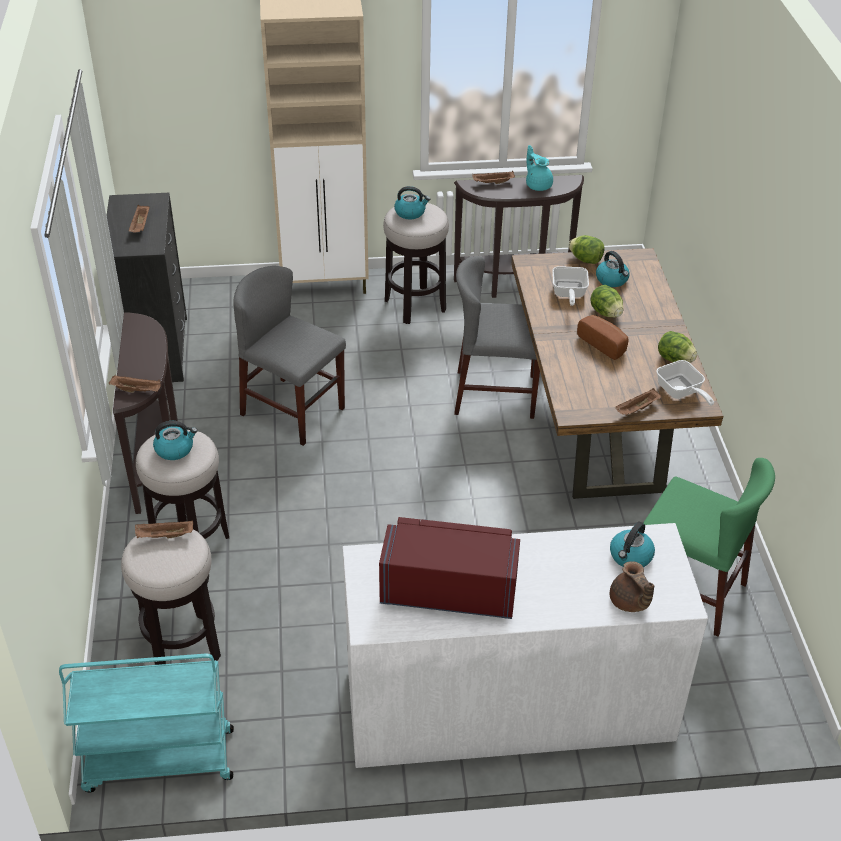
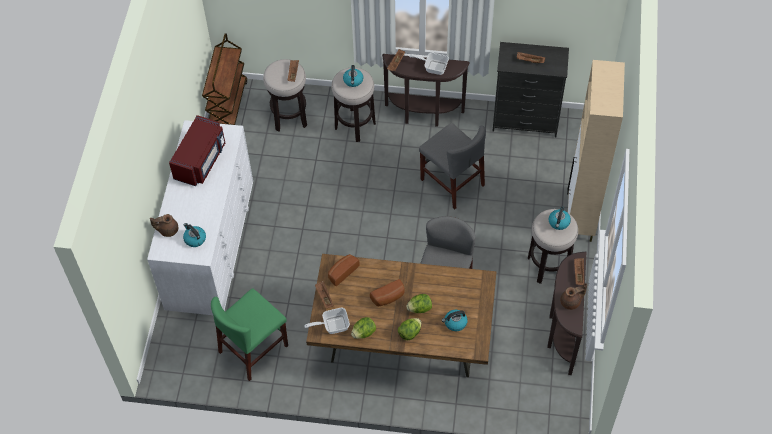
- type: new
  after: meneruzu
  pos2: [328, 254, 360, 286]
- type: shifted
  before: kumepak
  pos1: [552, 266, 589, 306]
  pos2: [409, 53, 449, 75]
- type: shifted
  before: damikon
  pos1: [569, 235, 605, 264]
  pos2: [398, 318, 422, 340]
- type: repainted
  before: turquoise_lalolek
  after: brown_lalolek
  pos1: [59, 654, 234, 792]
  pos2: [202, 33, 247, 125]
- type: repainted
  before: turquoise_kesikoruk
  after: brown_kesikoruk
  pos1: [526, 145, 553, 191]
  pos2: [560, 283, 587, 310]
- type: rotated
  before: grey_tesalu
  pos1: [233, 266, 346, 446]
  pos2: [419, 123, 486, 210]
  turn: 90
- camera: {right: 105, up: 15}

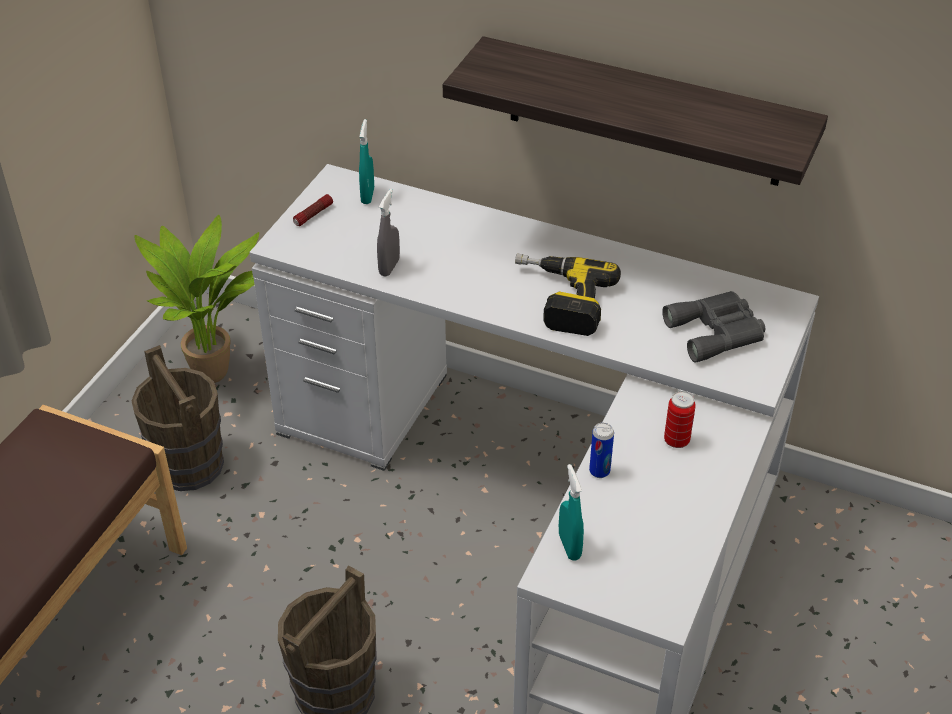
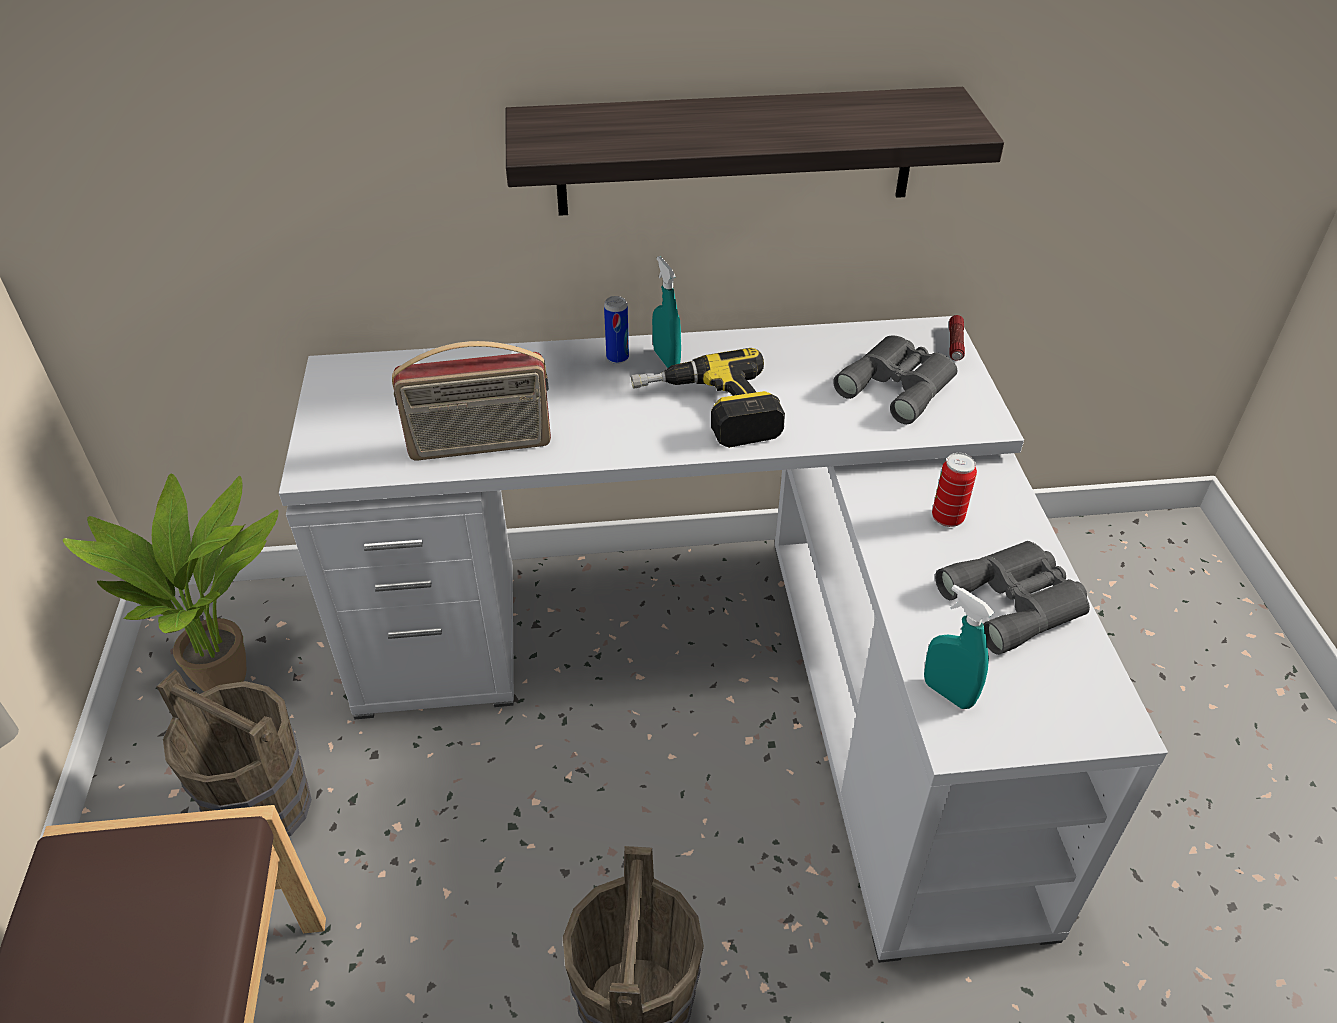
- type: new
  after: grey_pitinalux
  pos2: [935, 541, 1090, 655]
- type: shifted
  before: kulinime
  pos1: [293, 194, 333, 226]
  pos2: [949, 315, 965, 361]
- type: shifted
  before: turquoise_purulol
  pos1: [359, 119, 374, 204]
  pos2: [652, 256, 681, 368]
- type: shifted
  before: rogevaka
  pos1: [589, 423, 614, 478]
  pos2: [604, 296, 629, 364]
- type: swapped
  before: grey_purulol
  after: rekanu
  pos1: [377, 189, 400, 277]
  pos2: [392, 341, 551, 461]
- camera: {right: -30, up: 0}

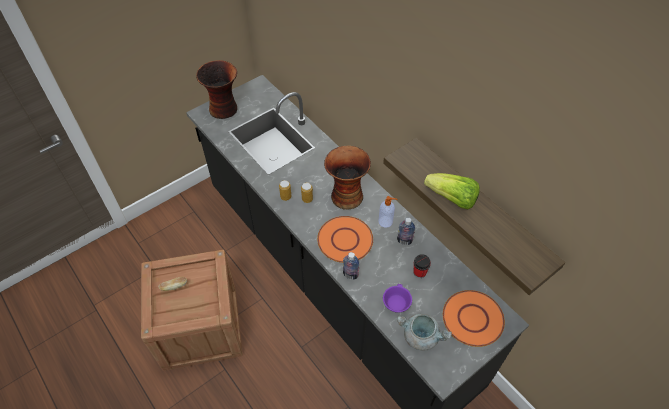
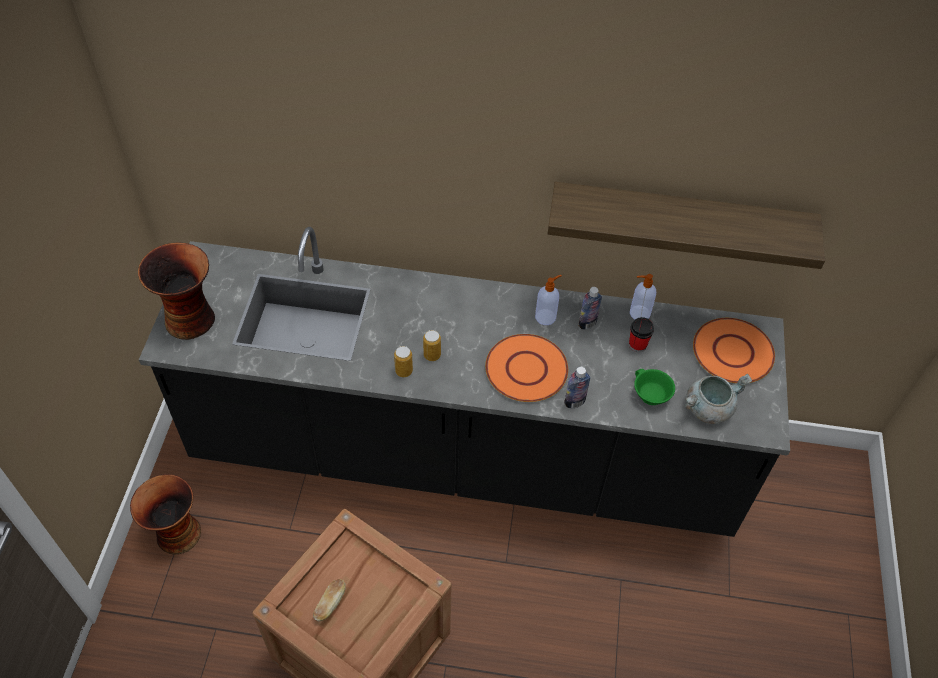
- type: gone
  before: damikon
  pos1: [424, 173, 480, 209]
- type: new
  after: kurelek
  pos2: [630, 274, 656, 320]
- type: shifted
  before: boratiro
  pos1: [324, 146, 371, 210]
  pos2: [130, 474, 201, 555]
- type: repainted
  before: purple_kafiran
  after: green_kafiran
  pos1: [383, 284, 412, 313]
  pos2: [634, 369, 675, 405]
- camera: {right: -45, up: 0}

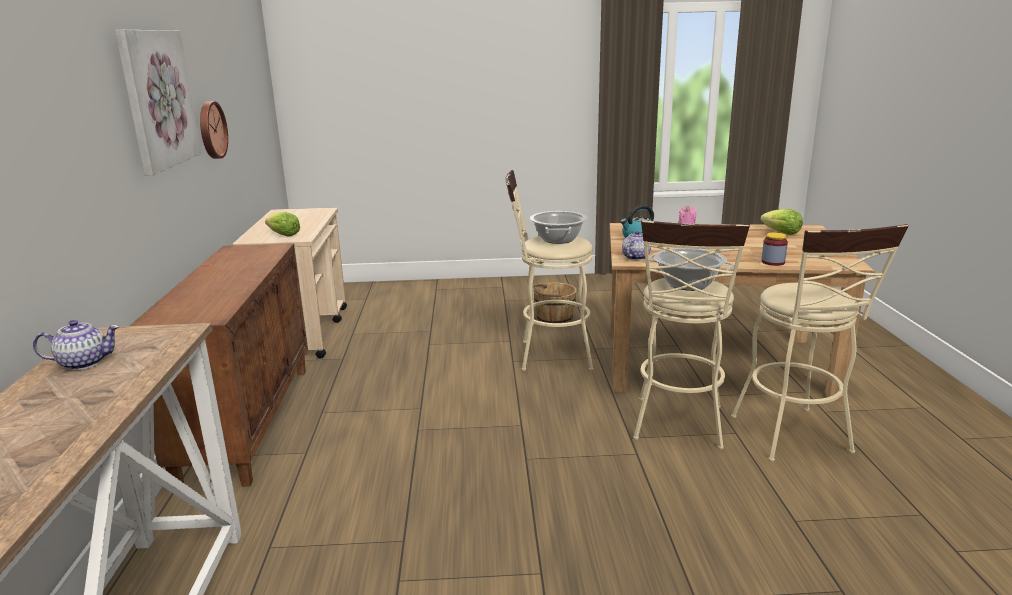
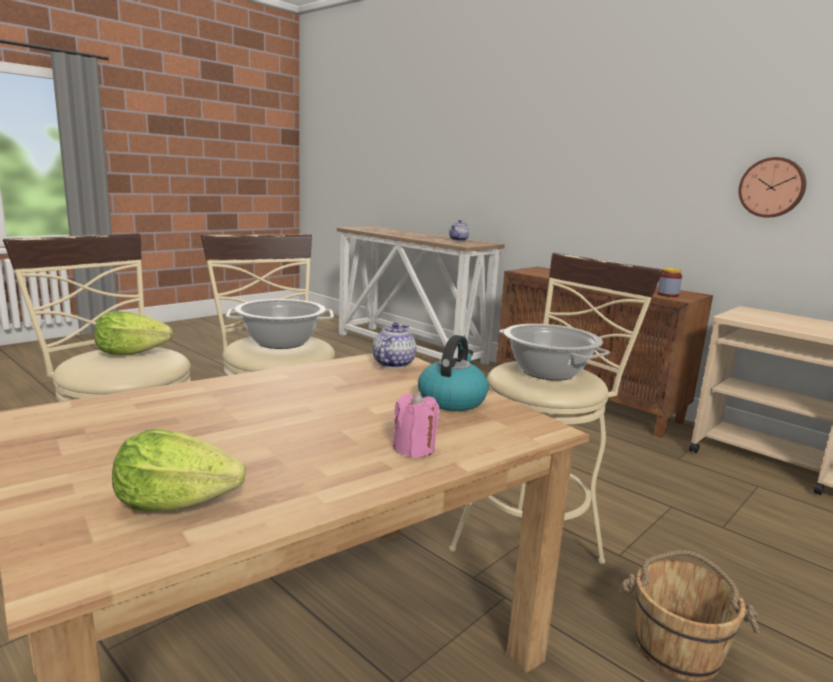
- type: gone
  before: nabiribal
  pos1: [115, 30, 201, 176]
- type: shifted
  before: damikon
  pos1: [265, 212, 300, 237]
  pos2: [94, 311, 173, 355]
- type: shifted
  before: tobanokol
  pos1: [761, 232, 788, 266]
  pos2: [657, 268, 682, 297]
- type: rotated
  before: kesikoruk
  pos1: [622, 231, 651, 260]
  pos2: [372, 322, 416, 368]
  turn: -150
- camera: {right: 135, up: -5}

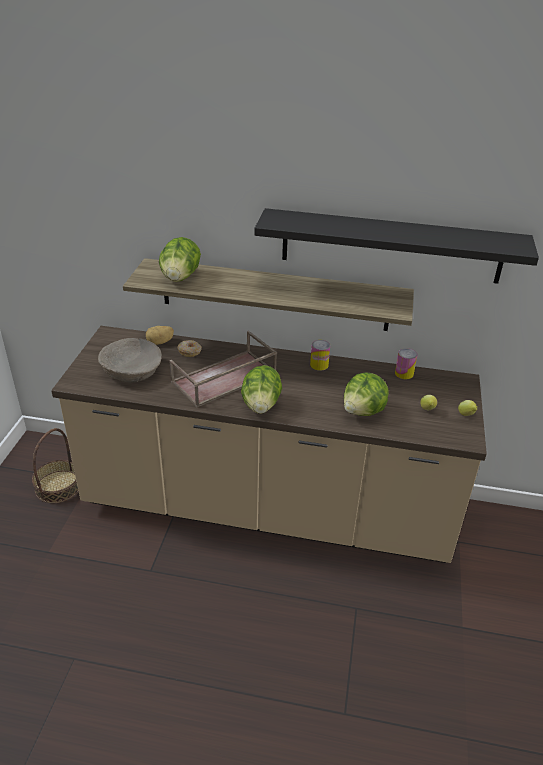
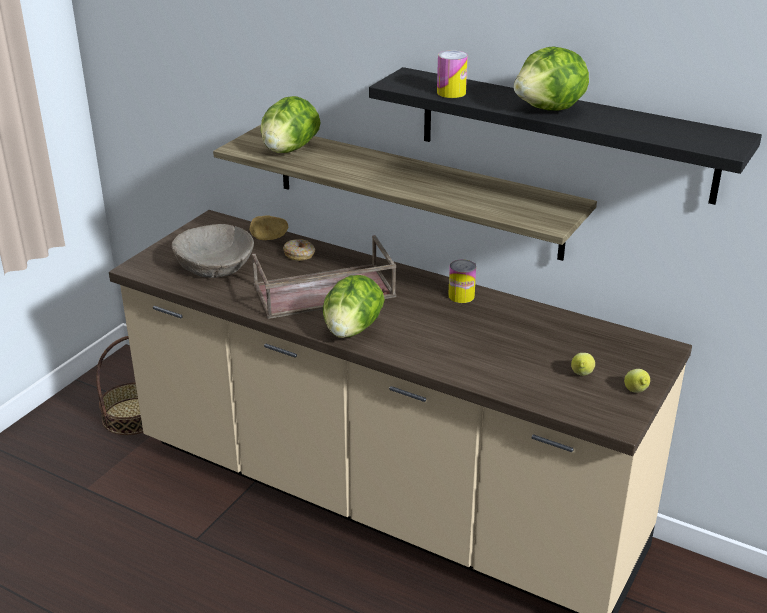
- type: shifted
  before: damikon
  pos1: [344, 373, 389, 416]
  pos2: [514, 46, 589, 111]
- type: shifted
  before: rogevaka
  pos1: [395, 348, 417, 379]
  pos2: [437, 50, 468, 98]
- camera: {right: 20, up: -5}

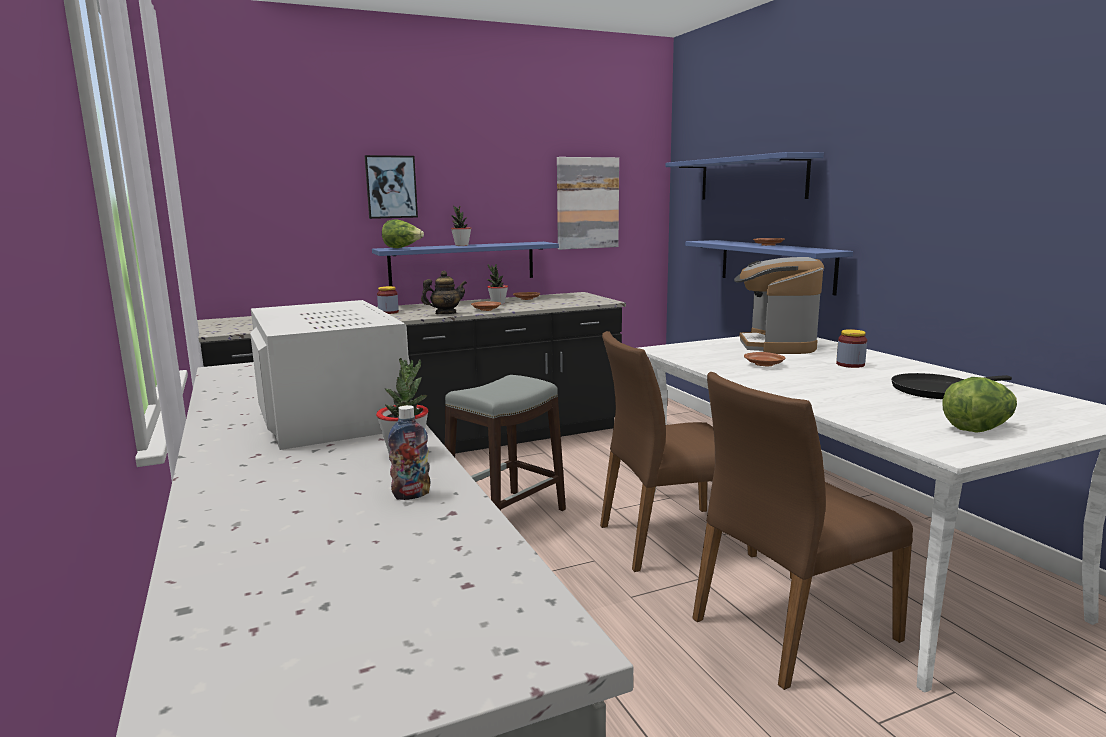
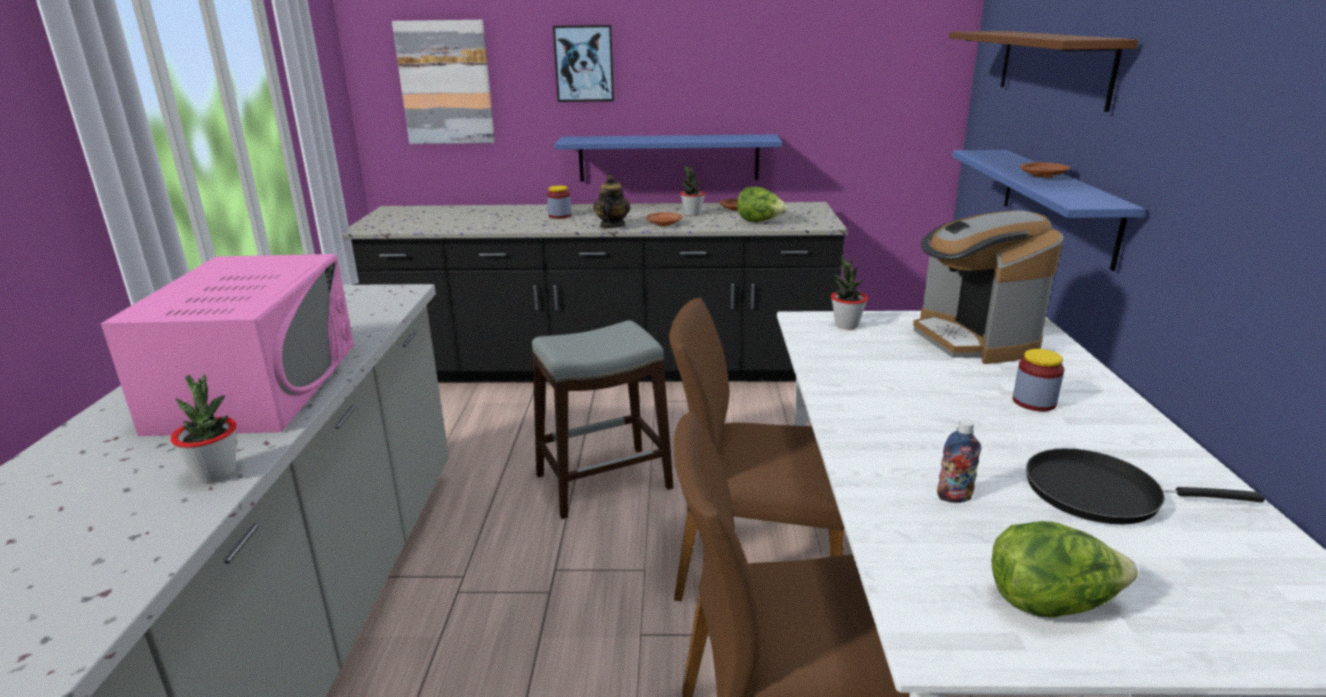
- type: gone
  before: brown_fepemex
  pos1: [744, 352, 785, 366]
- type: shifted
  before: damikon
  pos1: [382, 219, 424, 248]
  pos2: [737, 187, 788, 222]
- type: shifted
  before: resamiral
  pos1: [388, 405, 430, 500]
  pos2: [937, 419, 981, 503]
- type: shifted
  before: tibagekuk
  pos1: [451, 205, 471, 246]
  pos2: [831, 255, 868, 329]
- type: shifted
  before: nabiribal
  pos1: [557, 157, 619, 250]
  pos2: [392, 20, 495, 144]
- type: repainted
  before: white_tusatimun
  after: pink_tusatimun
  pos1: [250, 300, 410, 450]
  pos2: [101, 254, 354, 436]
- type: repainted
  before: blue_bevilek
  after: brown_bevilek
  pos1: [666, 152, 824, 199]
  pos2: [949, 31, 1138, 112]
- type: rotated
  before: kesikoruk
  pos1: [421, 271, 467, 314]
  pos2: [594, 175, 631, 228]
  turn: -75
- type: rotated
  before: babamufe
  pos1: [734, 257, 824, 354]
  pos2: [913, 211, 1063, 364]
  turn: -45
- camera: {right: 25, up: 10}

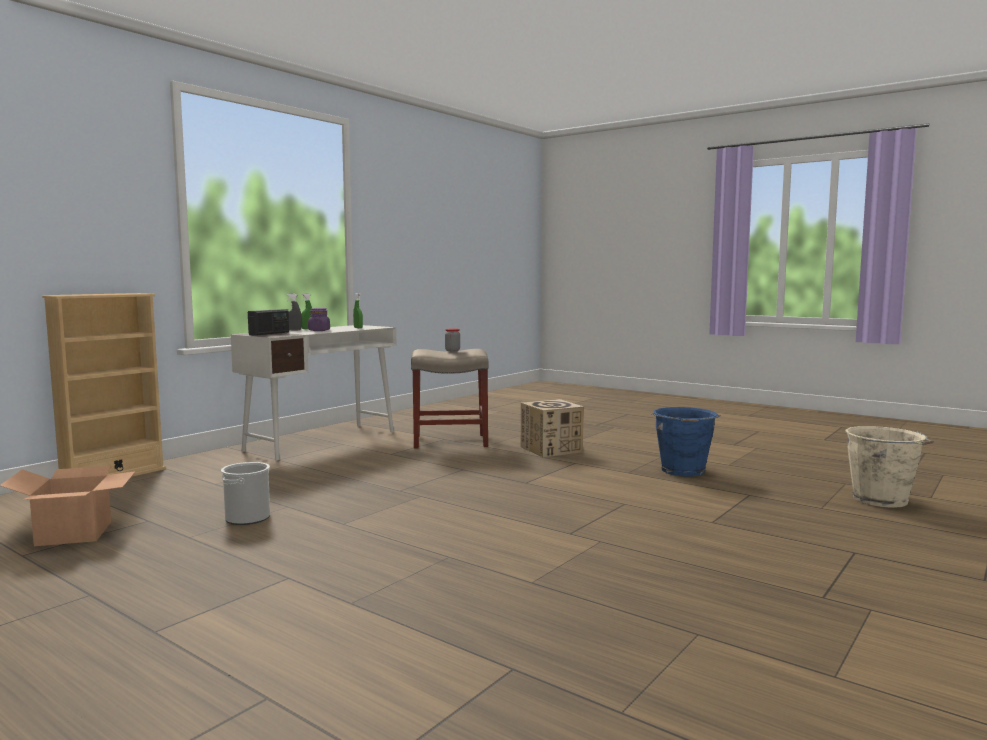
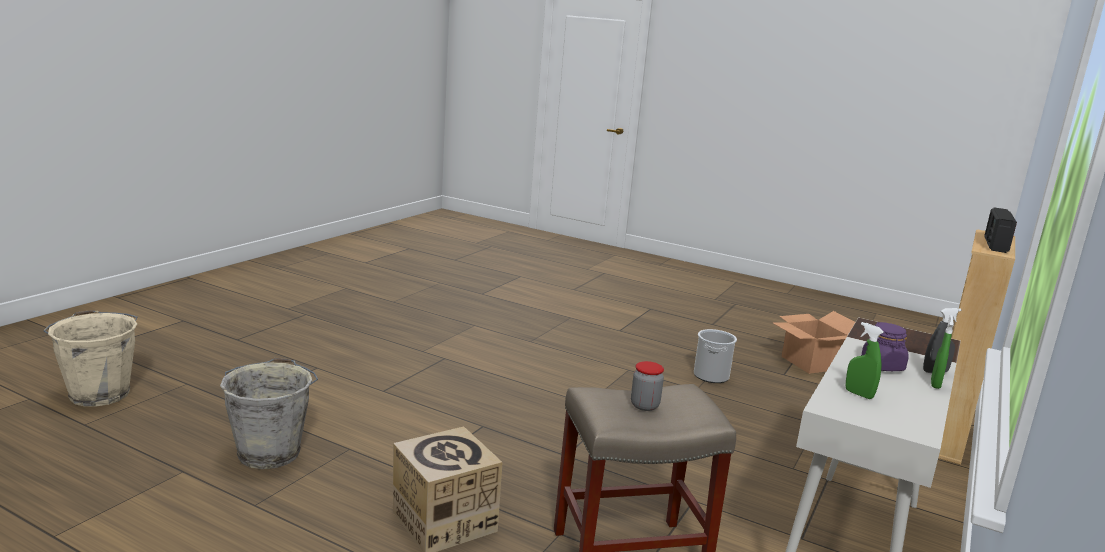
- type: shifted
  before: rekanu
  pos1: [248, 309, 289, 336]
  pos2: [984, 207, 1017, 253]
- type: repainted
  before: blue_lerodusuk
  after: grey_lerodusuk
  pos1: [651, 407, 721, 476]
  pos2: [220, 358, 318, 469]
- camera: {right: 170, up: 10}

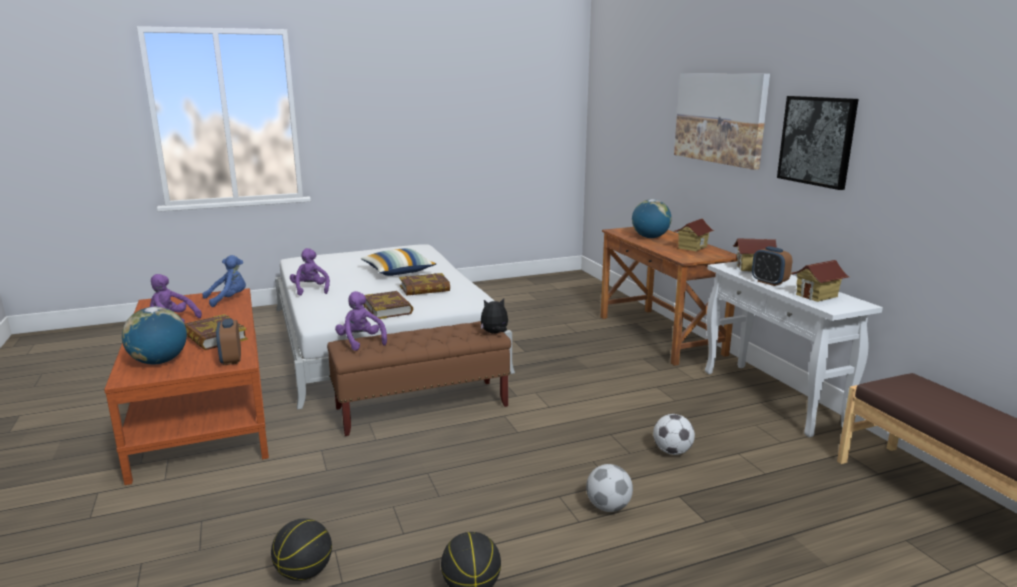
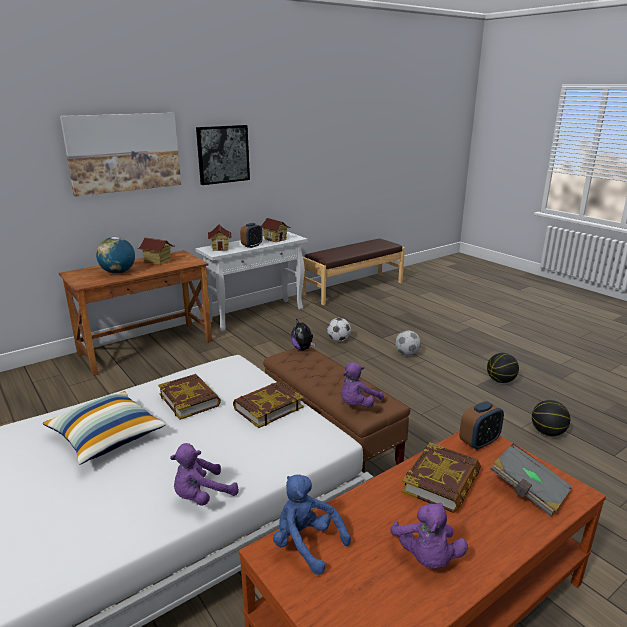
- type: swapped
  before: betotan
  after: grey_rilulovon
  pos1: [122, 306, 187, 365]
  pos2: [490, 443, 573, 516]
- camera: {right: -105, up: 5}

